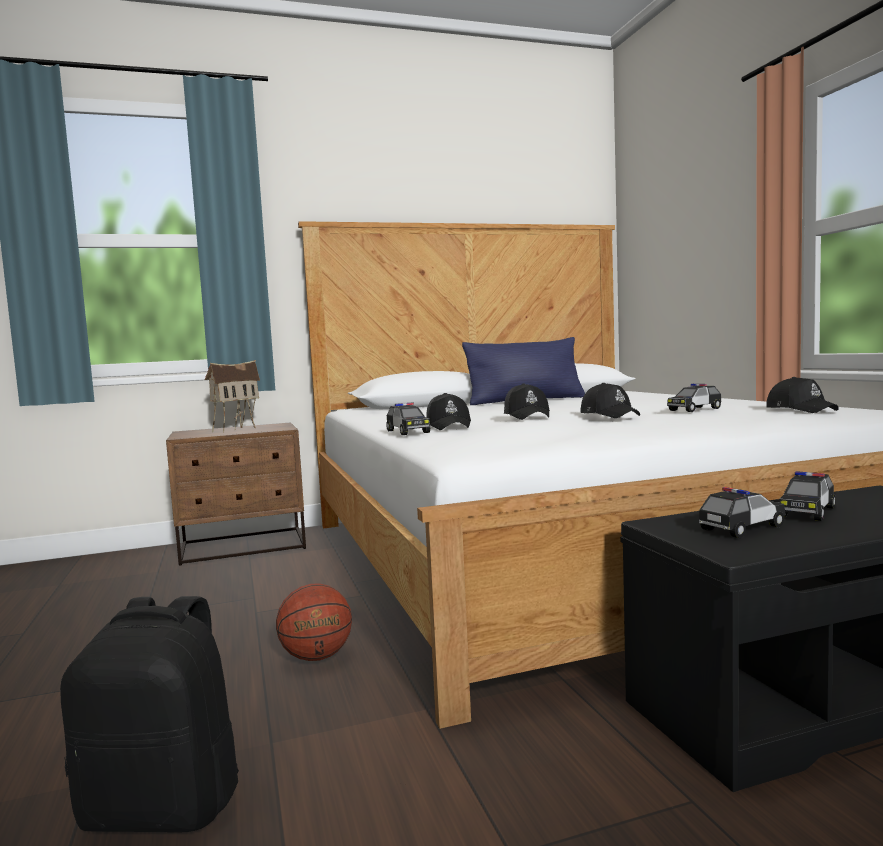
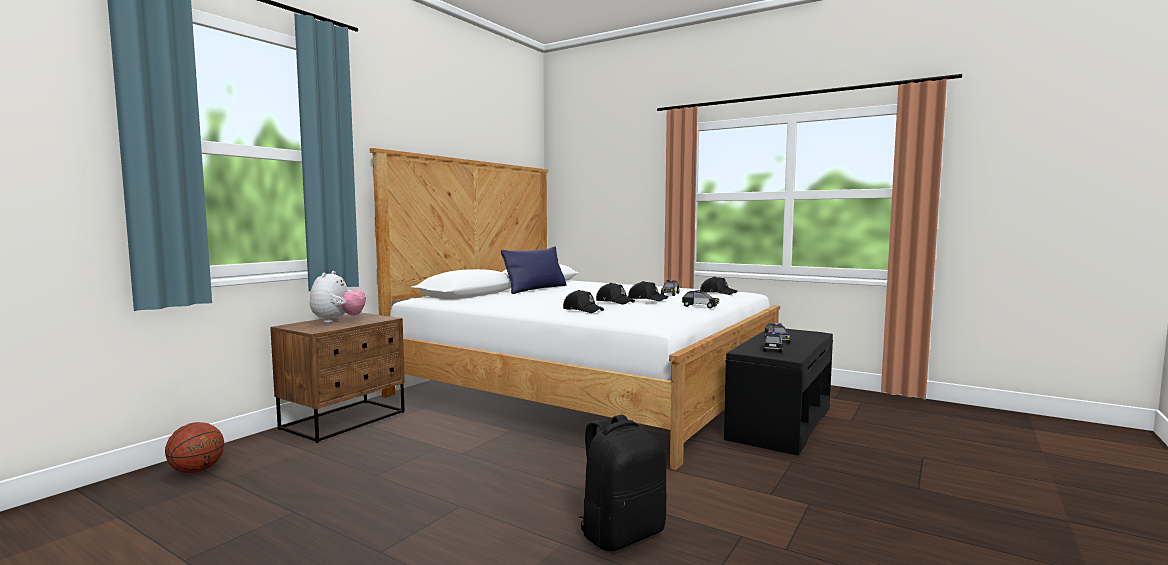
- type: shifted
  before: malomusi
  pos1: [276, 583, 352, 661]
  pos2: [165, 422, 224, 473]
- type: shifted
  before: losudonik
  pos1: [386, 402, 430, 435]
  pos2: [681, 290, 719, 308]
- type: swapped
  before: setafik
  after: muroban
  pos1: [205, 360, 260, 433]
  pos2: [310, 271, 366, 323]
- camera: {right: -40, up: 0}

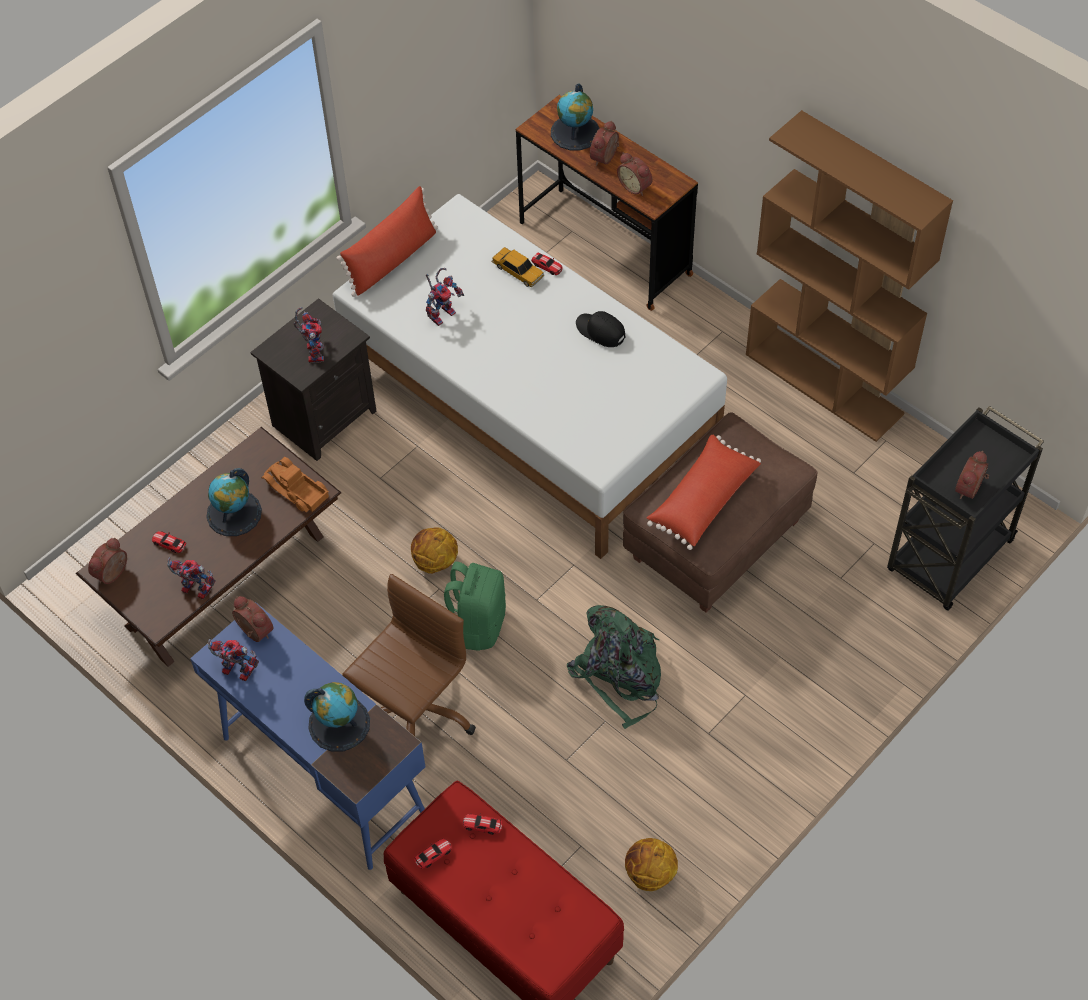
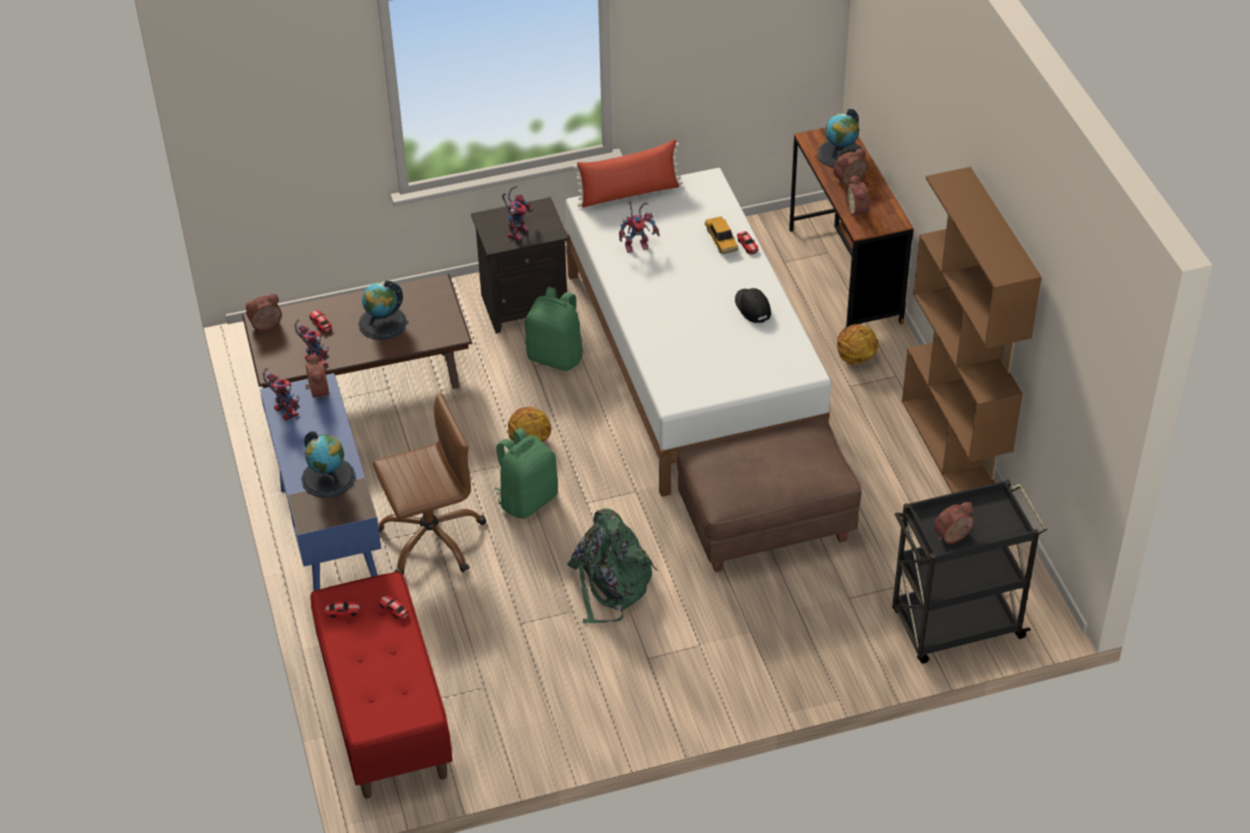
- type: gone
  before: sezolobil
  pos1: [261, 457, 329, 512]
- type: gone
  before: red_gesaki
  pos1: [647, 435, 761, 550]
- type: new
  after: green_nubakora
  pos2: [525, 287, 583, 371]
- type: shifted
  before: malomusi
  pos1: [625, 838, 678, 891]
  pos2: [837, 324, 878, 365]
- camera: {right: 30, up: -10}

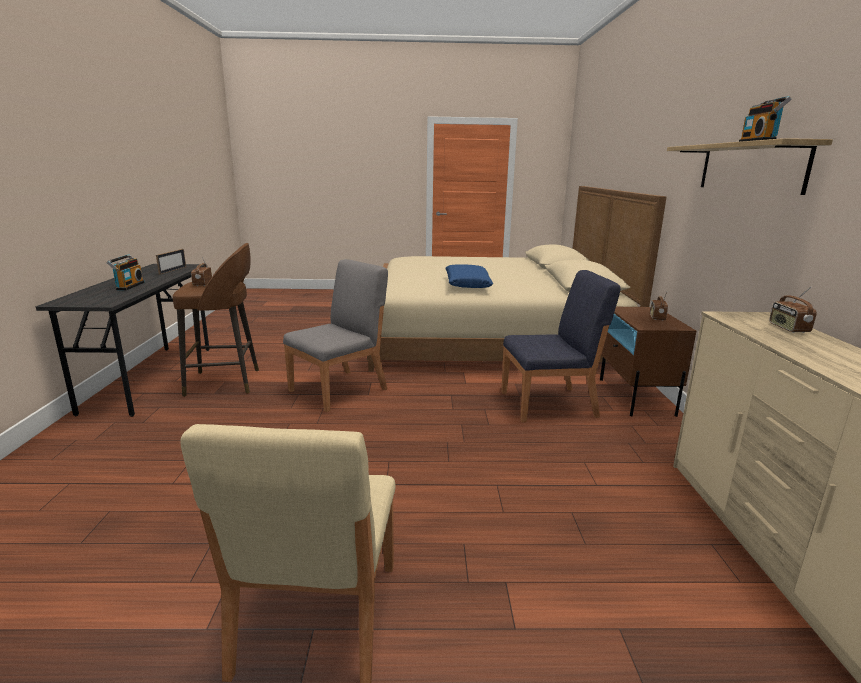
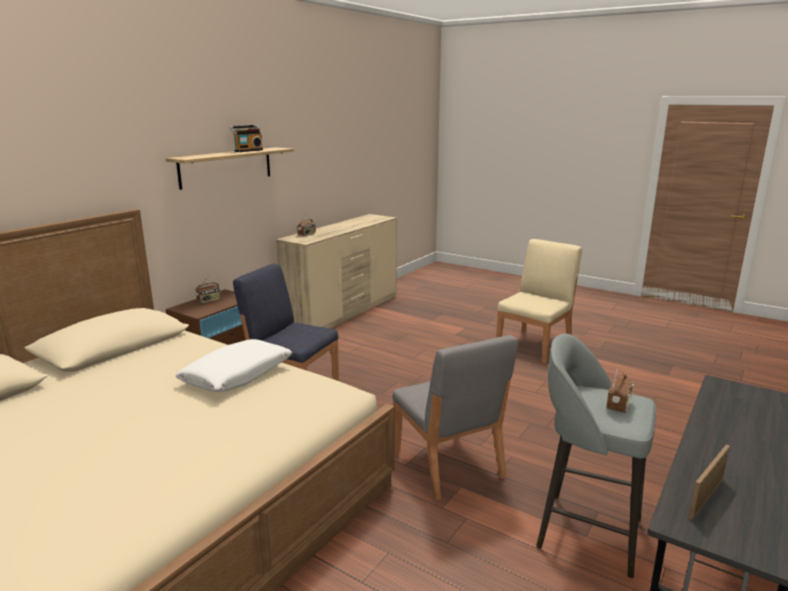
- type: gone
  before: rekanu
  pos1: [107, 254, 144, 290]
- type: repainted
  before: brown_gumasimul
  after: grey_gumasimul
  pos1: [173, 243, 259, 397]
  pos2: [536, 334, 656, 578]
- type: repainted
  before: blue_gesaki
  after: white_gesaki
  pos1: [446, 264, 493, 288]
  pos2: [176, 339, 293, 392]
- type: rotated
  before: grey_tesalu
  pos1: [283, 259, 388, 412]
  pos2: [392, 335, 518, 501]
  turn: -105
- camera: {right: -145, up: 0}

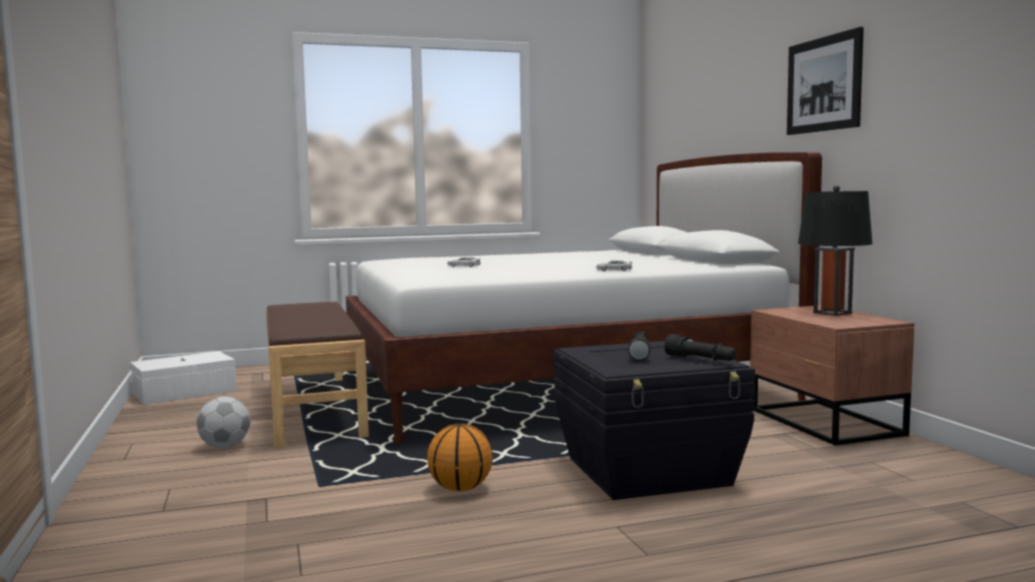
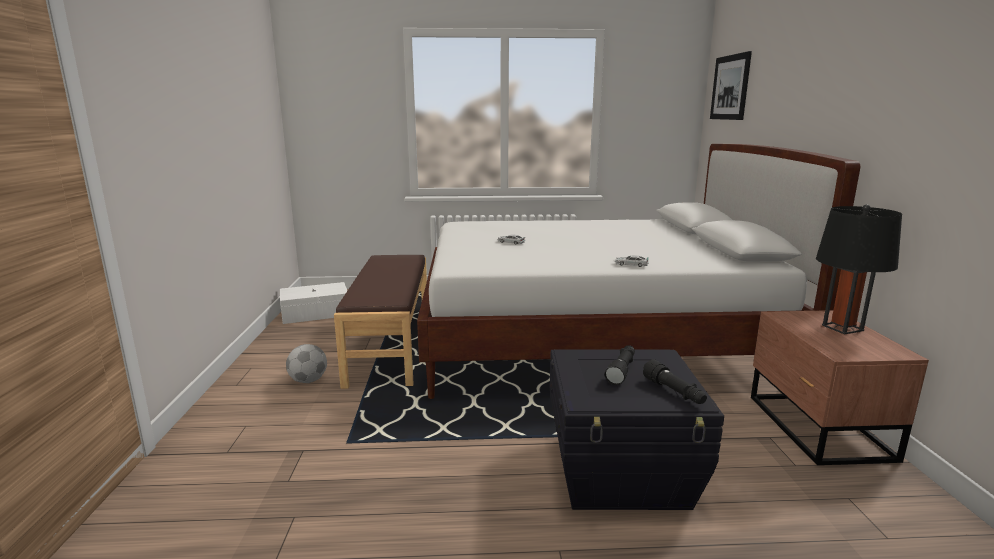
- type: gone
  before: malomusi
  pos1: [427, 424, 493, 491]
- type: shifted
  before: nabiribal
  pos1: [787, 27, 864, 135]
  pos2: [710, 51, 752, 120]
- camera: {right: 15, up: 10}

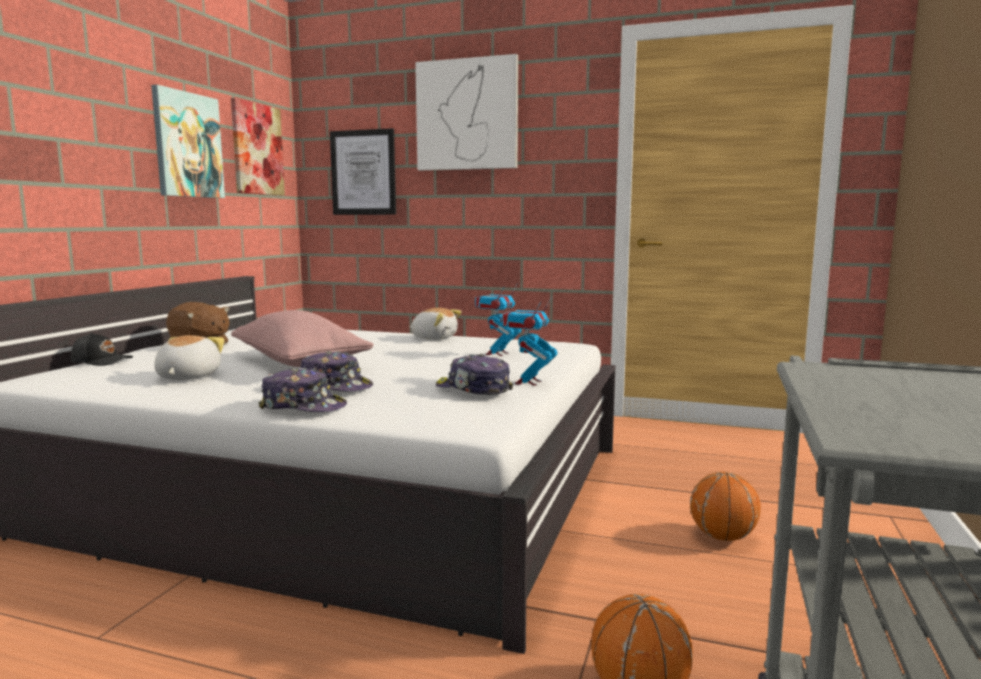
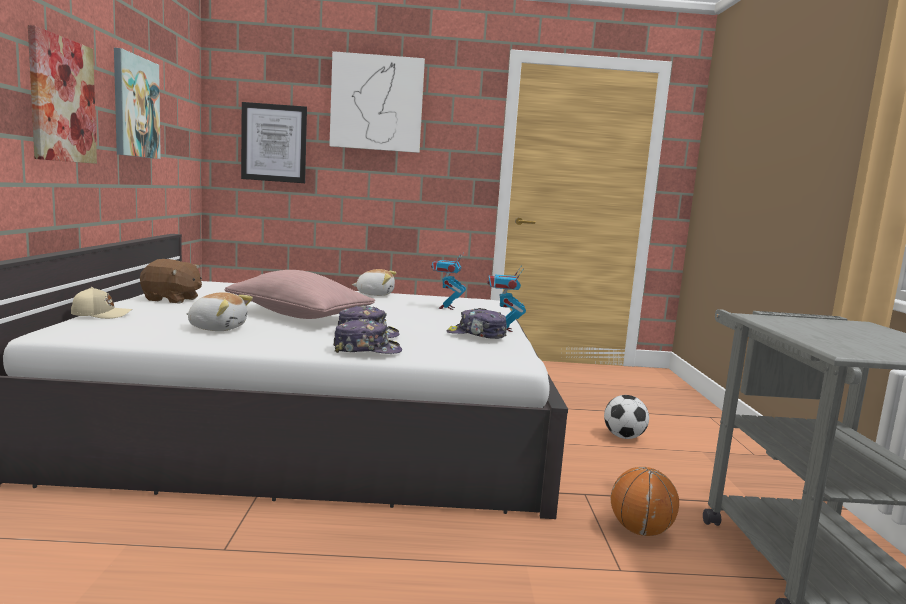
- type: shifted
  before: nabiribal
  pos1: [231, 98, 285, 195]
  pos2: [28, 25, 97, 164]
- type: swapped
  before: malomusi
  after: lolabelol
  pos1: [690, 472, 761, 541]
  pos2: [604, 395, 649, 439]
- type: repainted
  before: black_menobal
  after: beige_menobal
  pos1: [71, 332, 133, 366]
  pos2: [71, 287, 132, 319]
- type: rotated
  before: muroban
  pos1: [154, 335, 225, 380]
  pos2: [186, 292, 253, 331]
  turn: 120
- camera: {right: -20, up: 0}

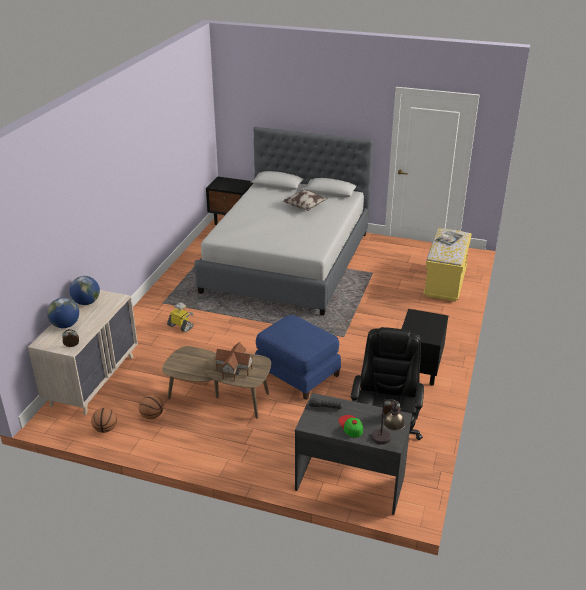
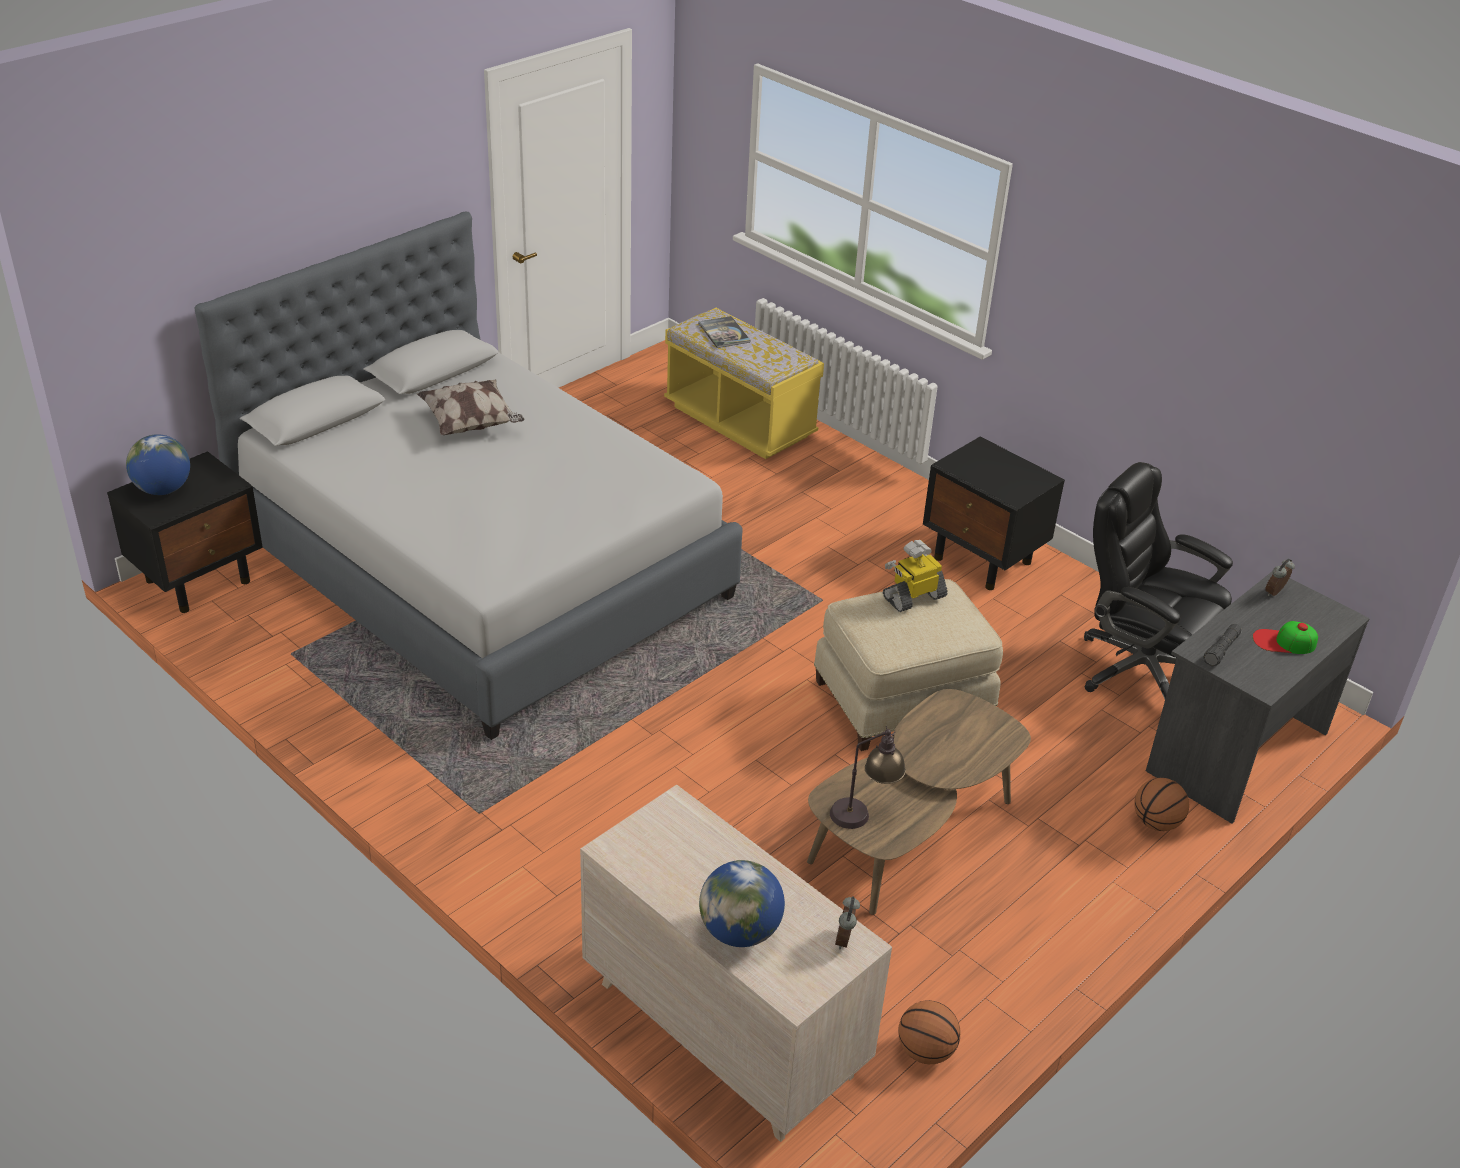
- type: gone
  before: setafik
  pos1: [215, 342, 253, 381]
- type: shifted
  before: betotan
  pos1: [69, 276, 100, 305]
  pos2: [126, 434, 190, 495]
- type: shifted
  before: malomusi
  pos1: [139, 395, 163, 419]
  pos2: [1134, 778, 1189, 831]
- type: shifted
  before: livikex
  pos1: [167, 303, 194, 333]
  pos2: [883, 540, 948, 612]
- type: shifted
  before: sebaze
  pos1: [371, 399, 405, 445]
  pos2: [830, 726, 906, 829]
- type: repainted
  before: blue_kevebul
  after: beige_kevebul
  pos1: [255, 315, 341, 400]
  pos2: [814, 579, 1003, 751]
- camera: {right: -65, up: 5}

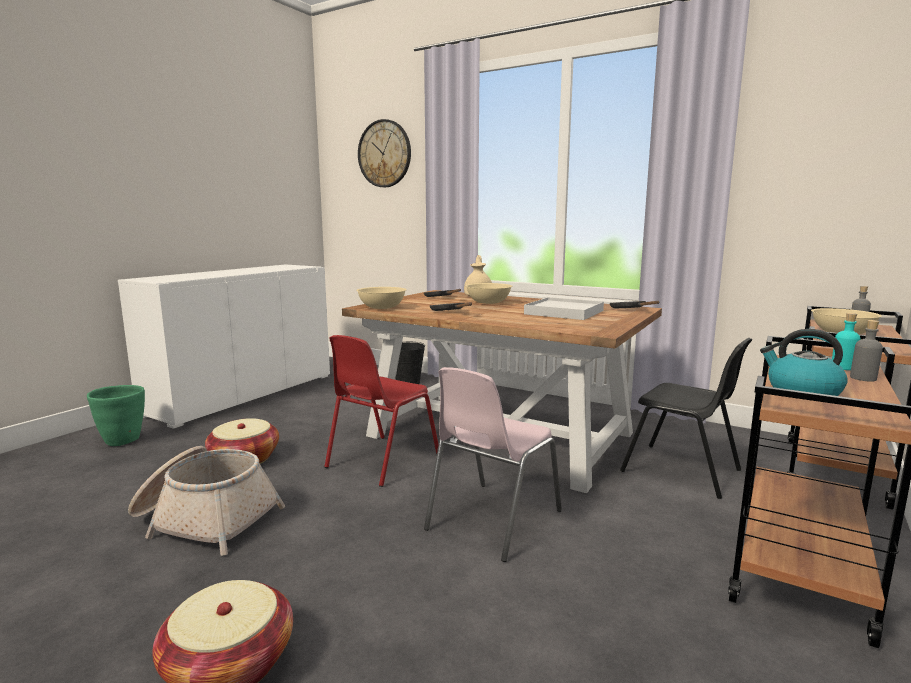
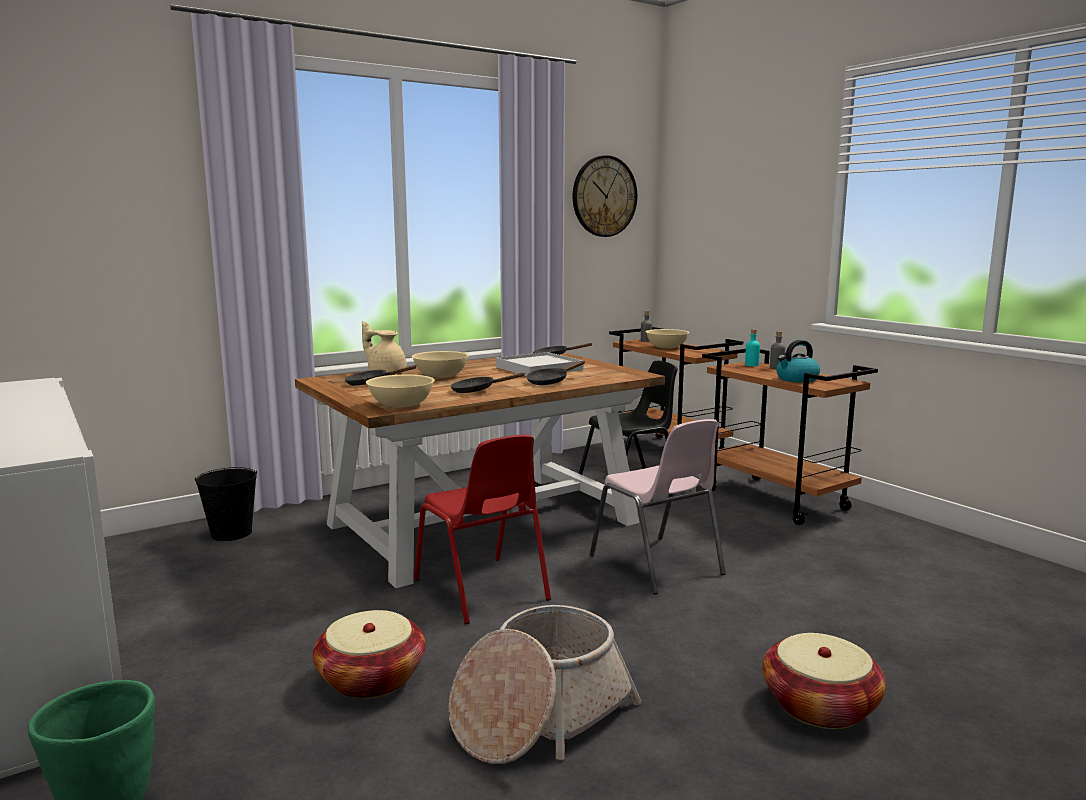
- type: new
  after: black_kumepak
  pos2: [526, 361, 585, 385]
- type: shifted
  before: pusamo
  pos1: [358, 119, 411, 187]
  pos2: [573, 155, 637, 237]
- camera: {right: -65, up: 0}

